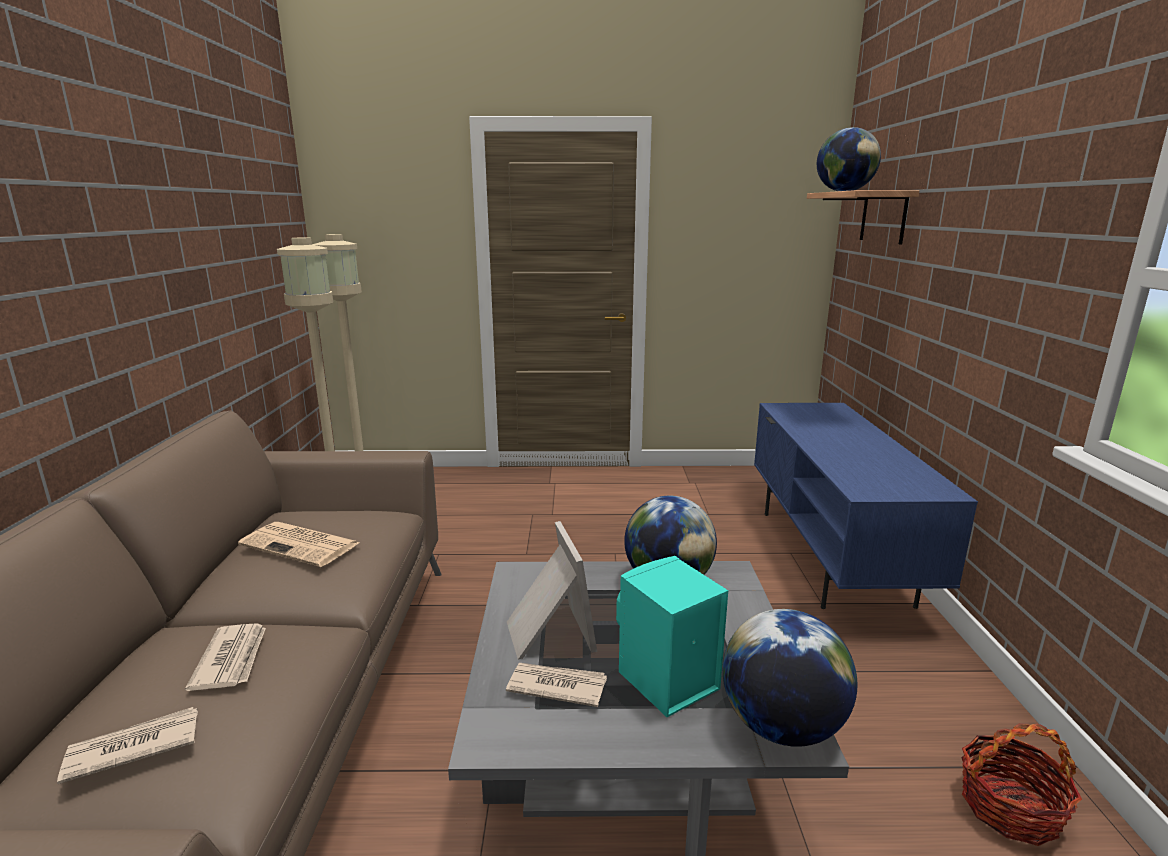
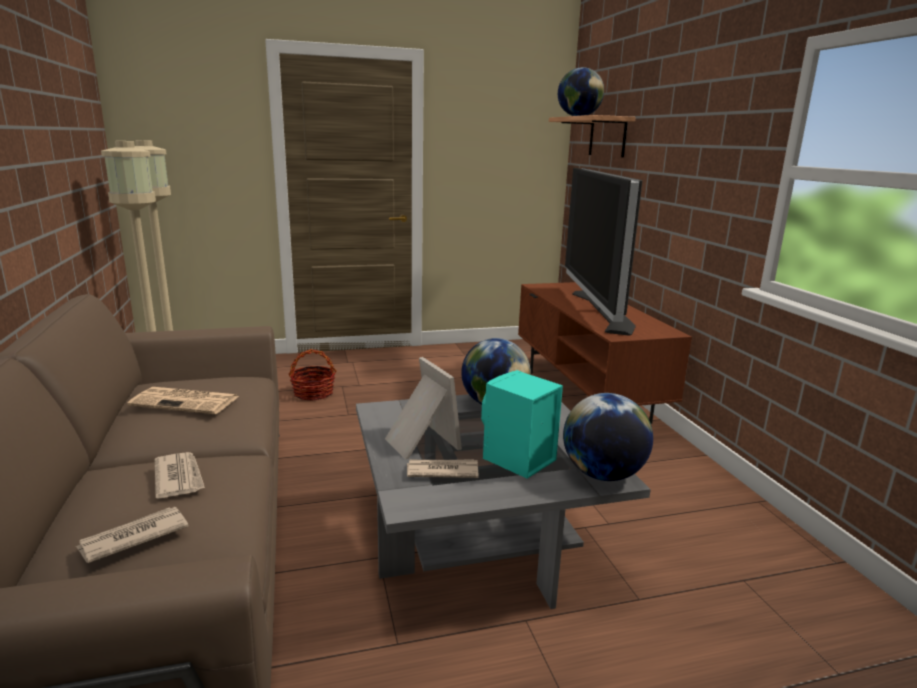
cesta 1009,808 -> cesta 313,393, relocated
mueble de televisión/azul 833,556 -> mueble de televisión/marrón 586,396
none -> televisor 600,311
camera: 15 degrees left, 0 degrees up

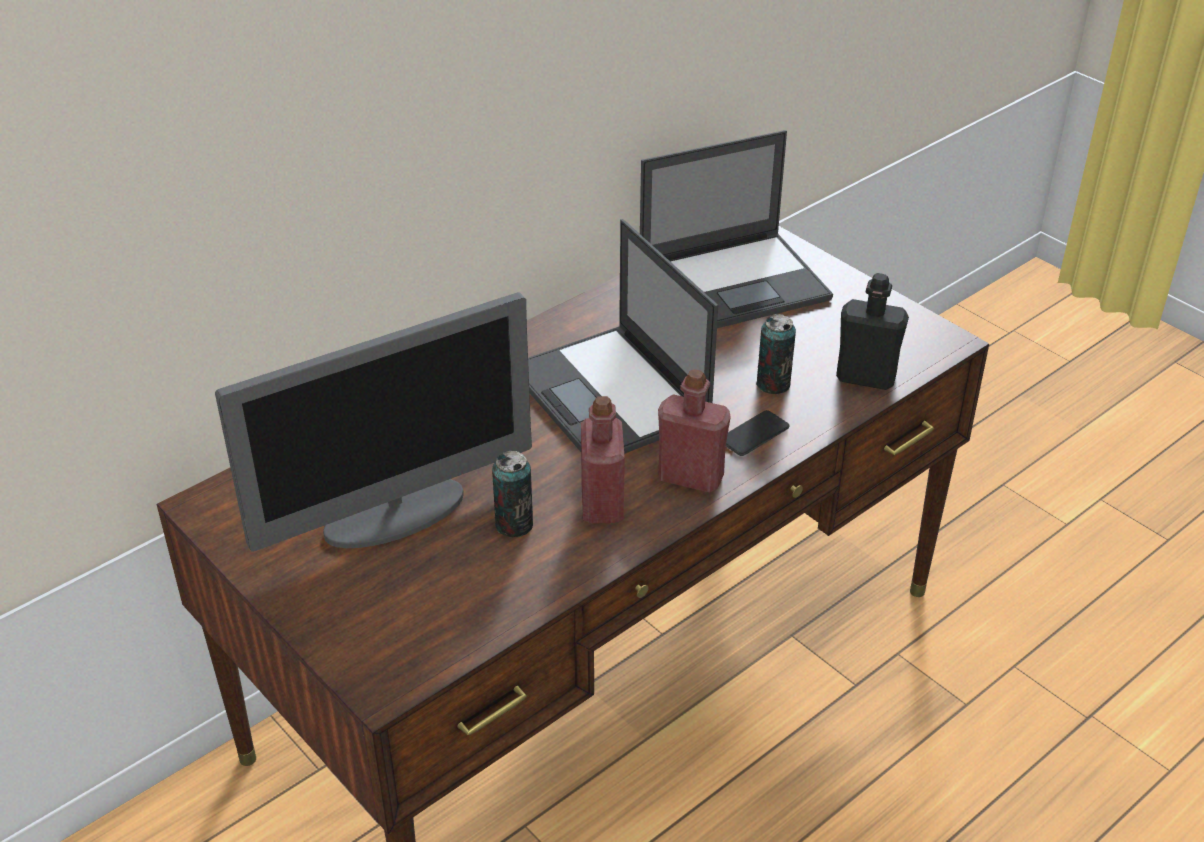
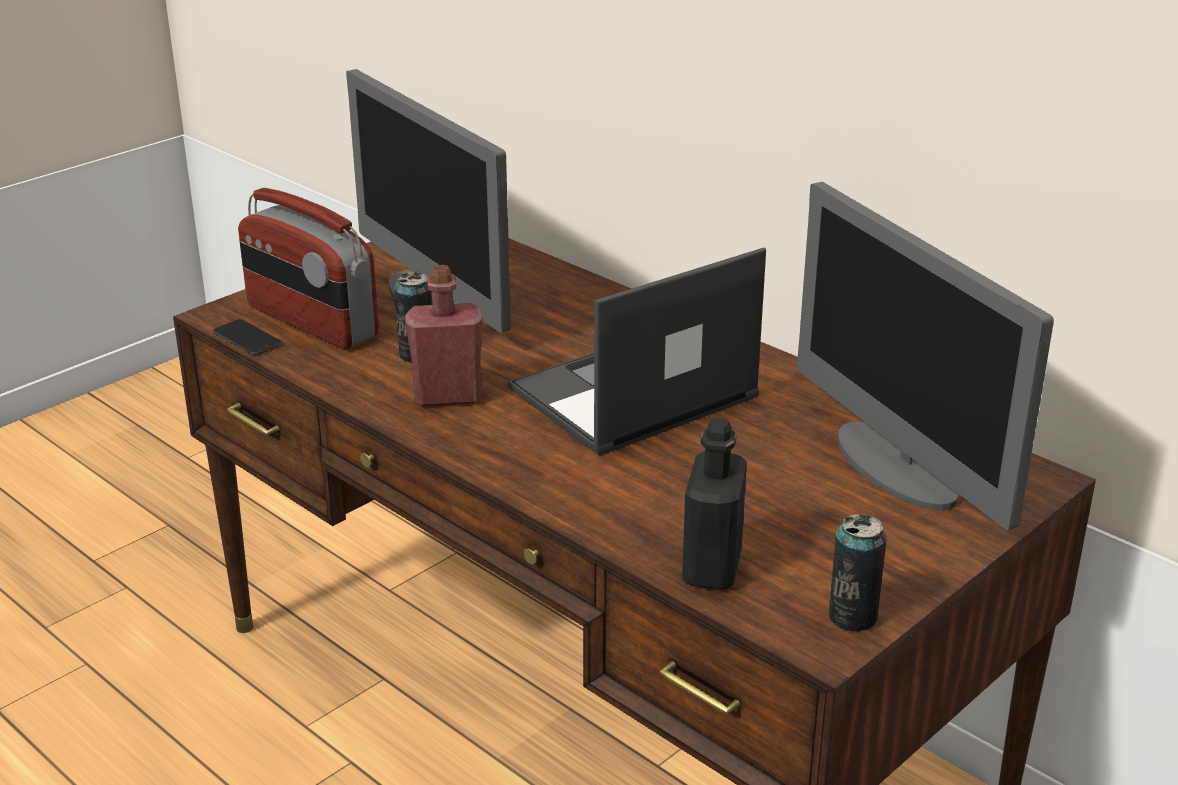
móvil 754,434 -> móvil 247,339, relocated
none -> radio 311,322
portátil 735,282 -> monitor 897,468
lata 773,384 -> lata 852,616, relocated
botella/rojo 690,477 -> none
camera: 85 degrees right, 10 degrees down

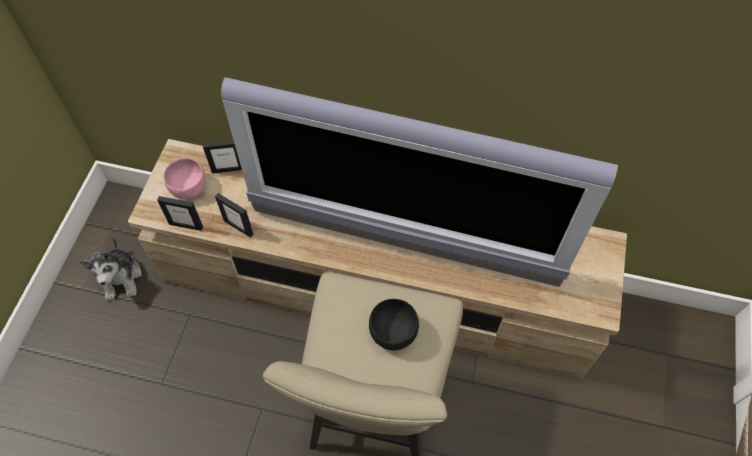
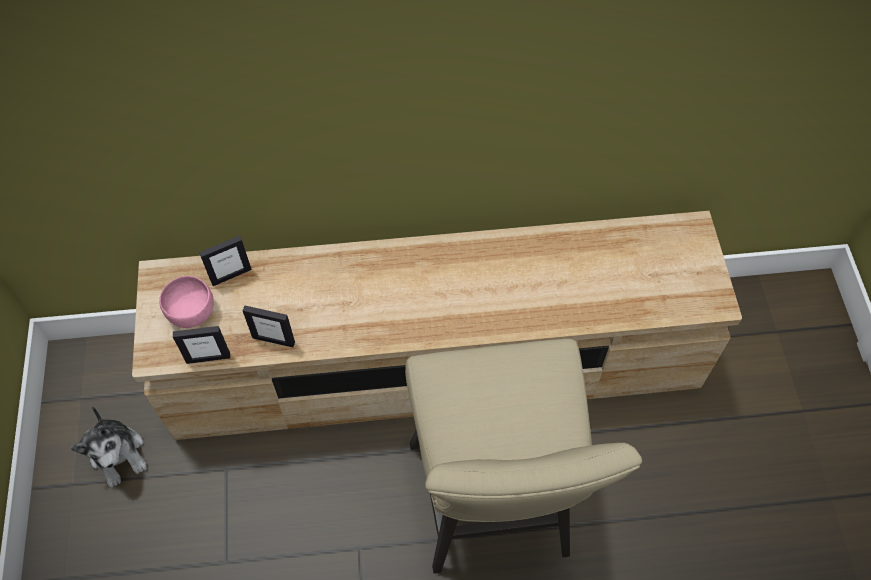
televisor 402,249 -> none
cuenco/negro 393,333 -> none
camera: 20 degrees left, 0 degrees up

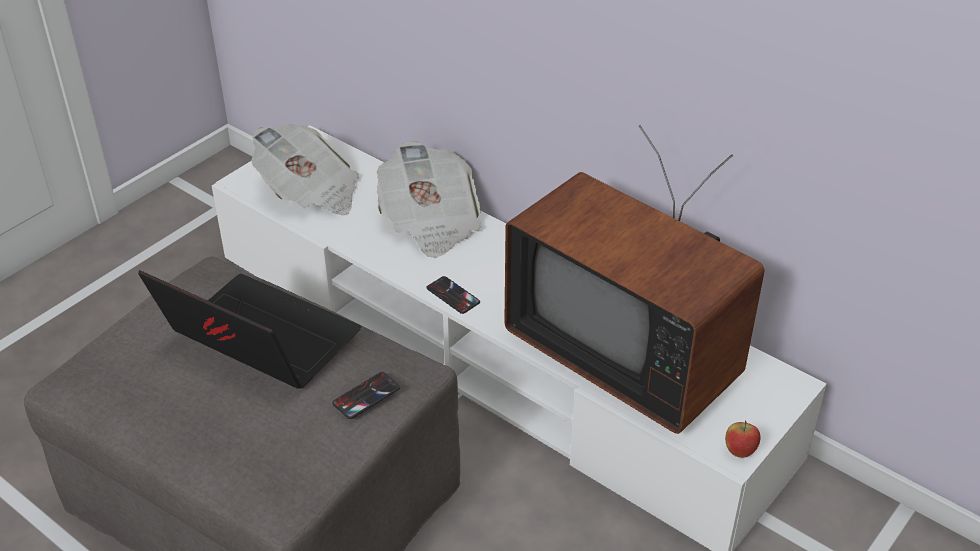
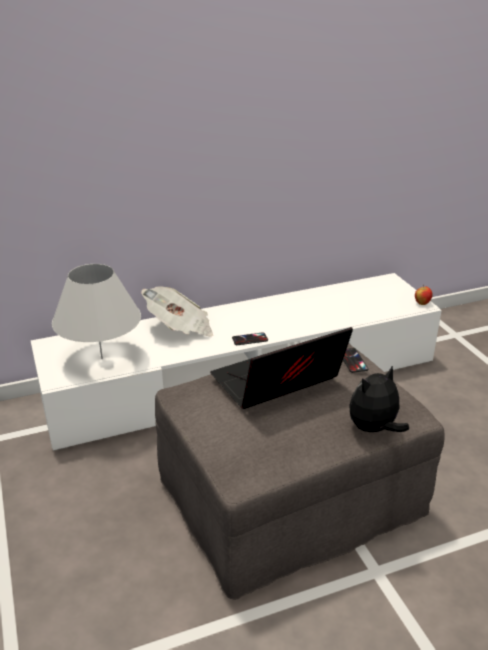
periódico 310,193 -> lámpara de mesa/blanco 102,358
none -> peluche 374,429
televisor 629,350 -> none
camera: 60 degrees left, 10 degrees down

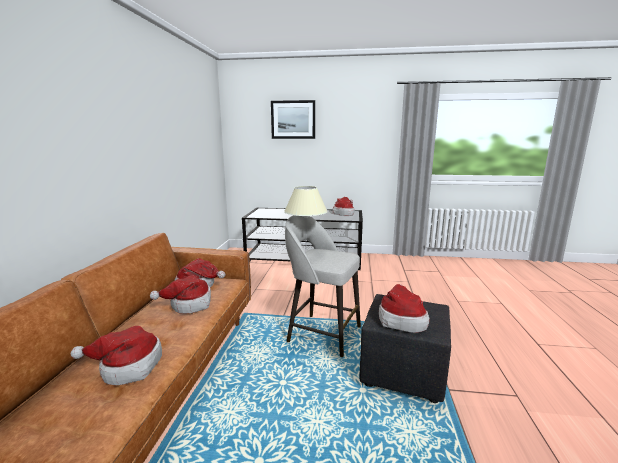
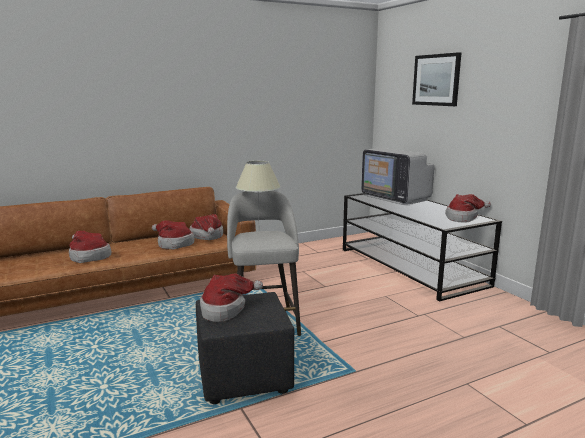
none -> televisor 395,198
camera: 55 degrees right, 0 degrees up

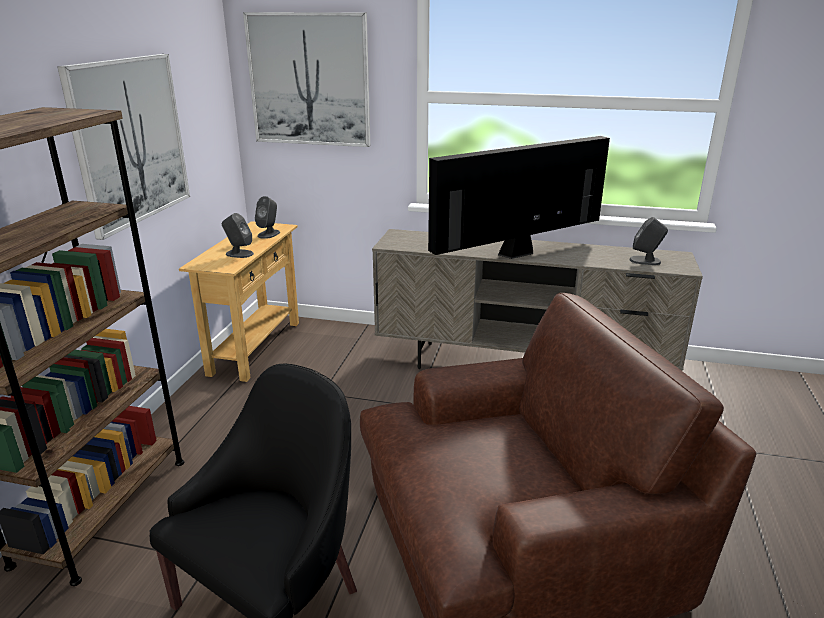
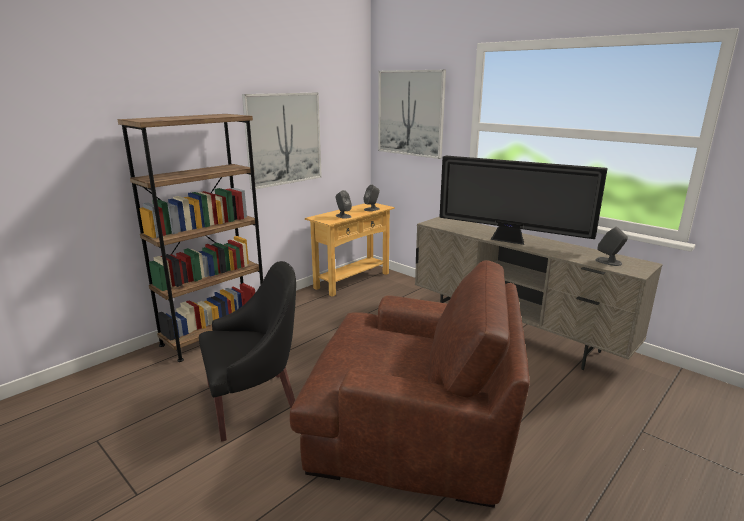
televisor 516,253 -> televisor 510,241, 150 degrees counterclockwise
camera: 30 degrees right, 5 degrees down

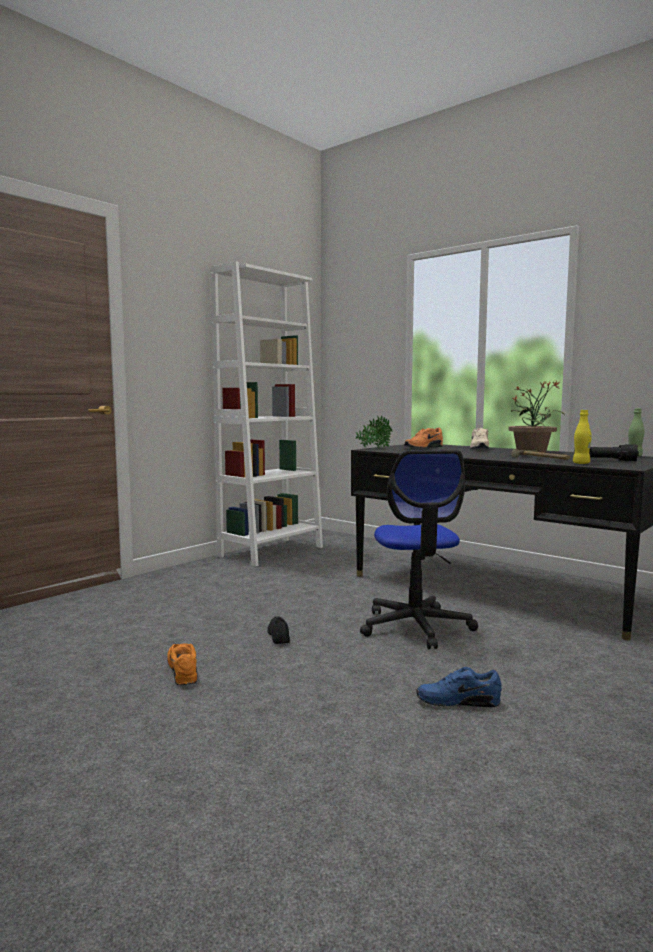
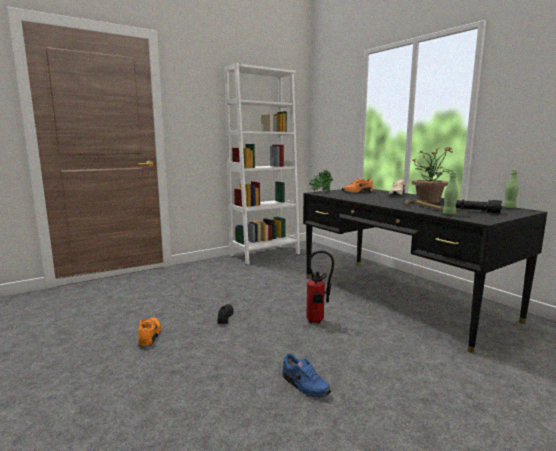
zapato/azul 458,701 -> zapato/azul 304,386, 150 degrees counterclockwise
silla de oficina 416,627 -> extintor 318,321
botella/amarillo 581,463 -> botella/verde 449,214
camera: 15 degrees right, 5 degrees up

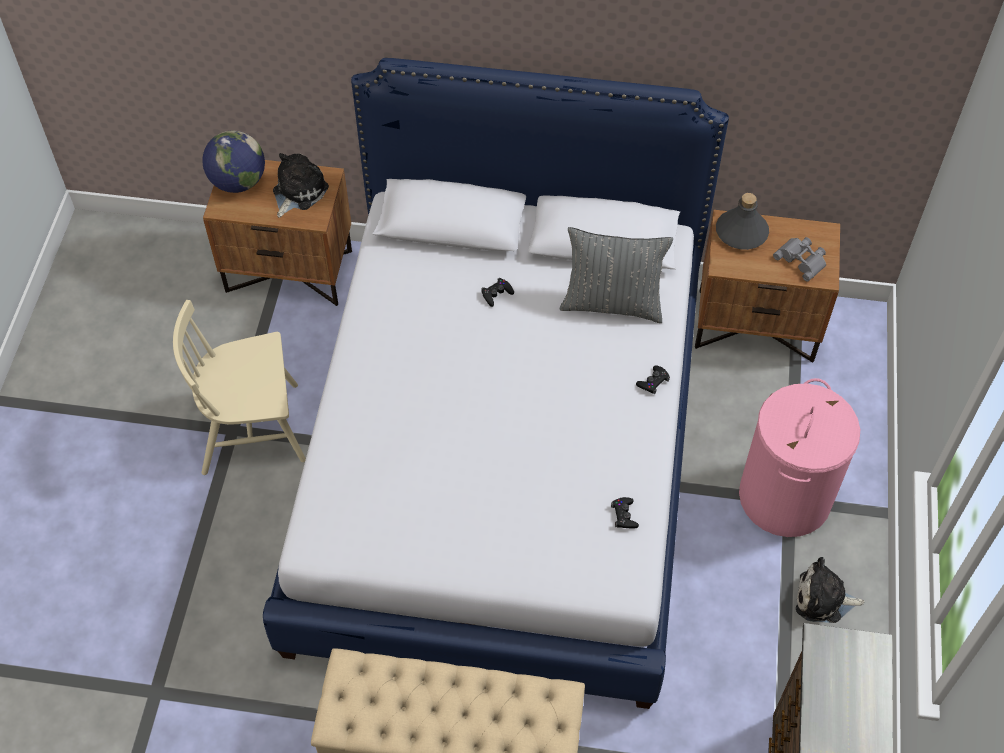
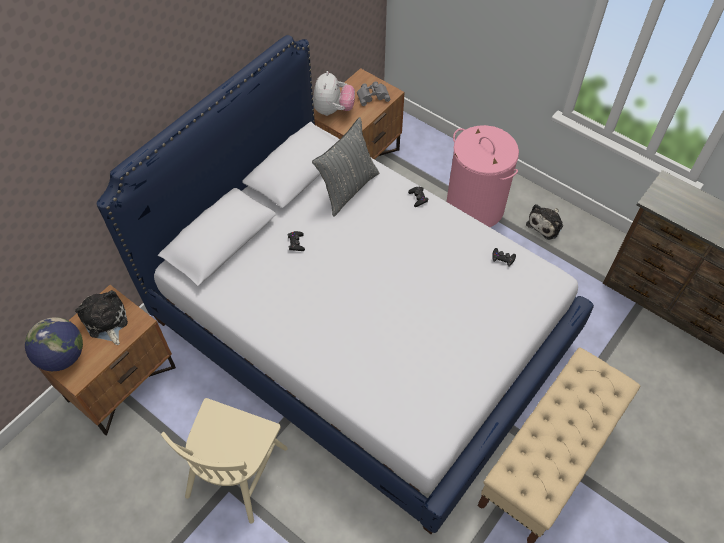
botella/gris 741,232 -> peluche 333,110
camera: 60 degrees left, 0 degrees up

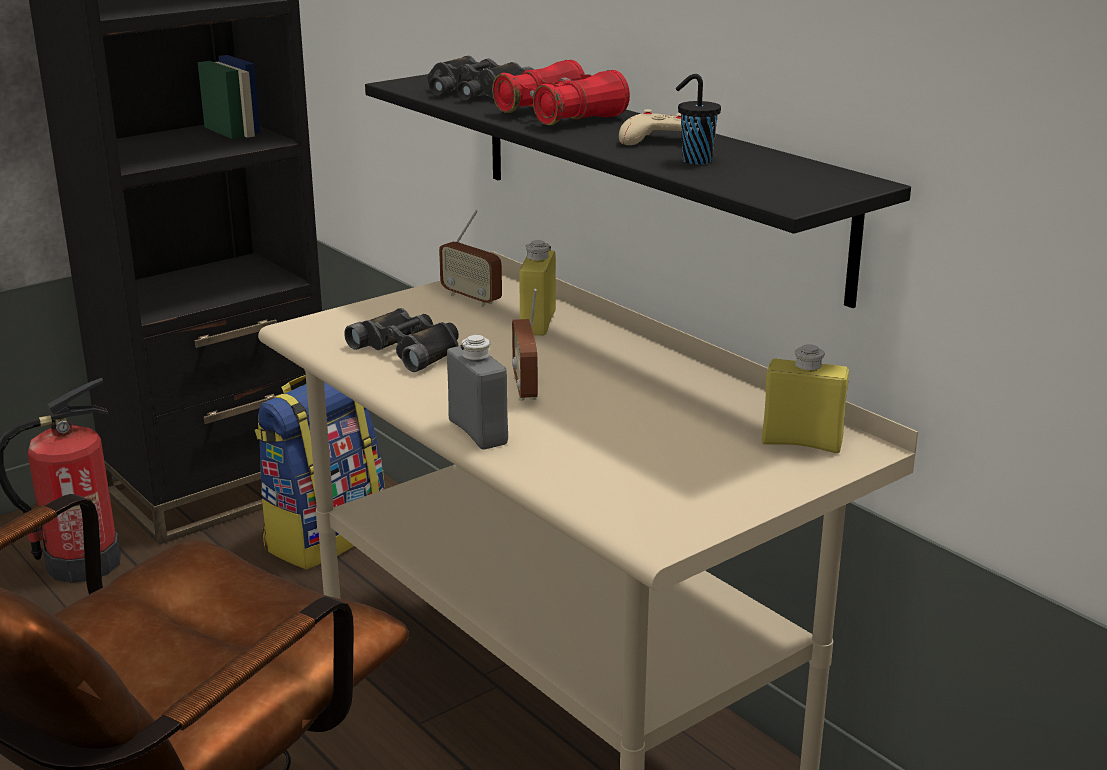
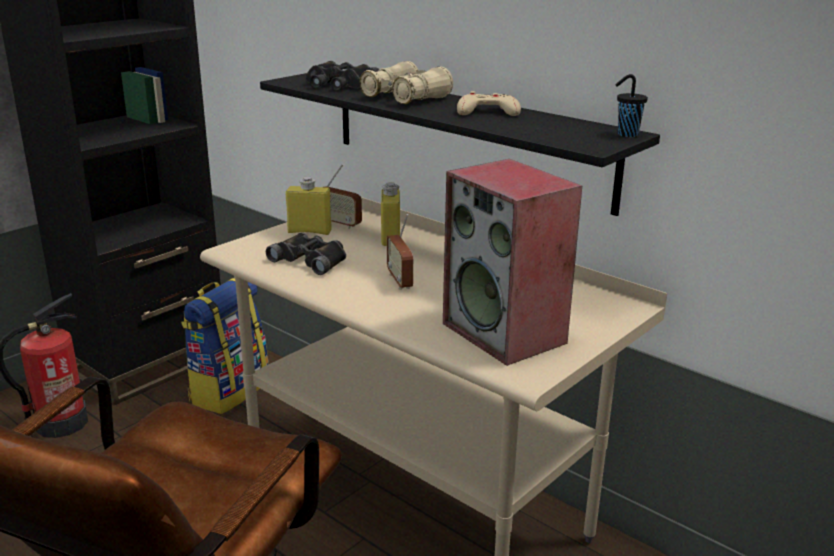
botella/amarillo 801,443 -> botella/amarillo 309,231, relocated
prismáticos/rojo 560,115 -> prismáticos/beis 406,98
none -> altavoz 506,333
taza/negro 695,161 -> taza/negro 626,134, relocated
botella/gris 478,432 -> none
camera: 10 degrees left, 0 degrees up

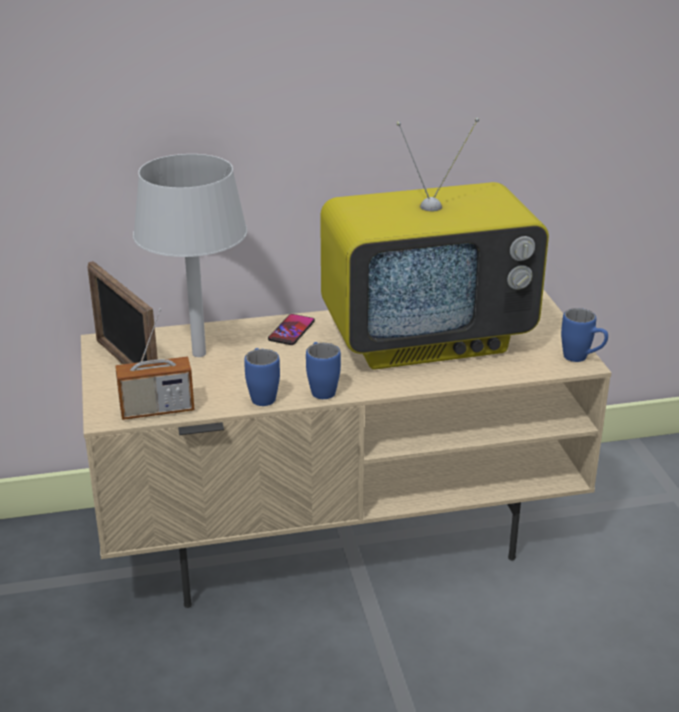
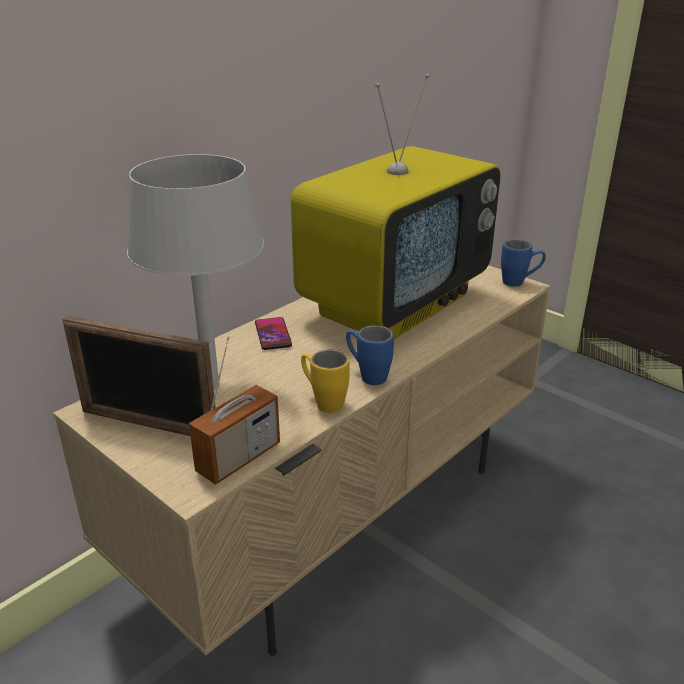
taza grande/azul 262,395 -> taza grande/amarillo 323,401
camera: 35 degrees left, 0 degrees up

